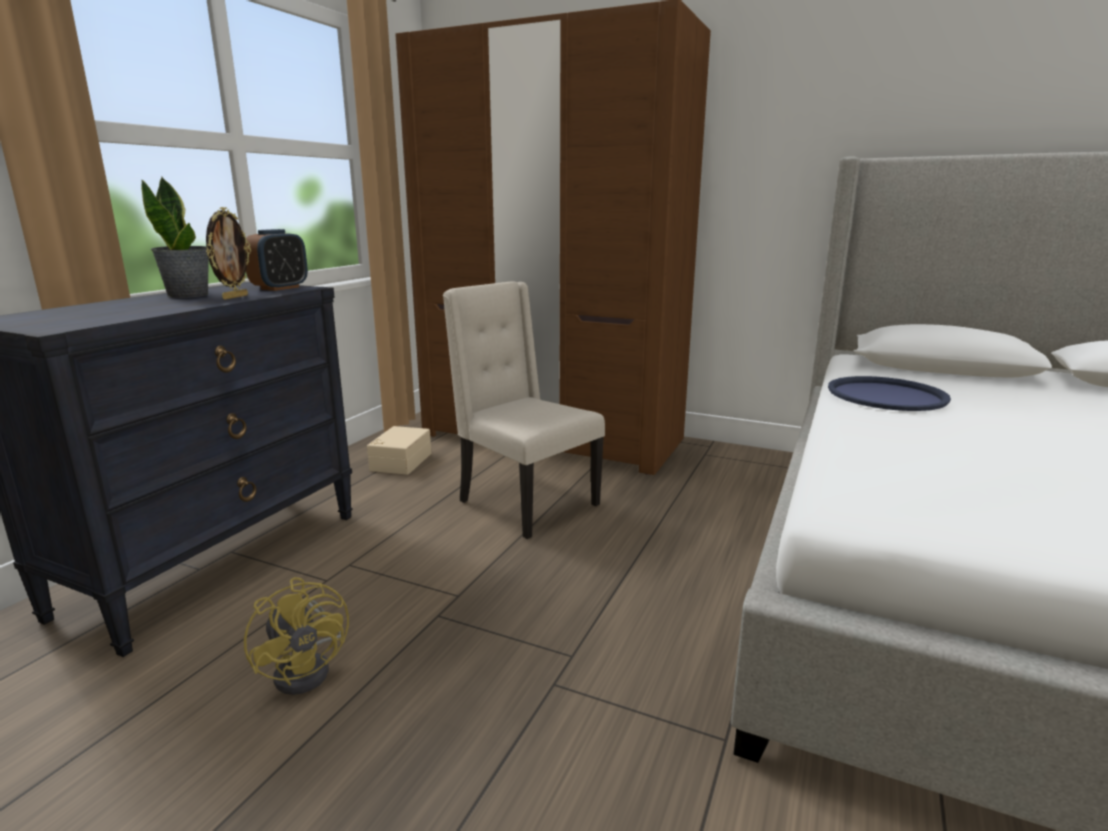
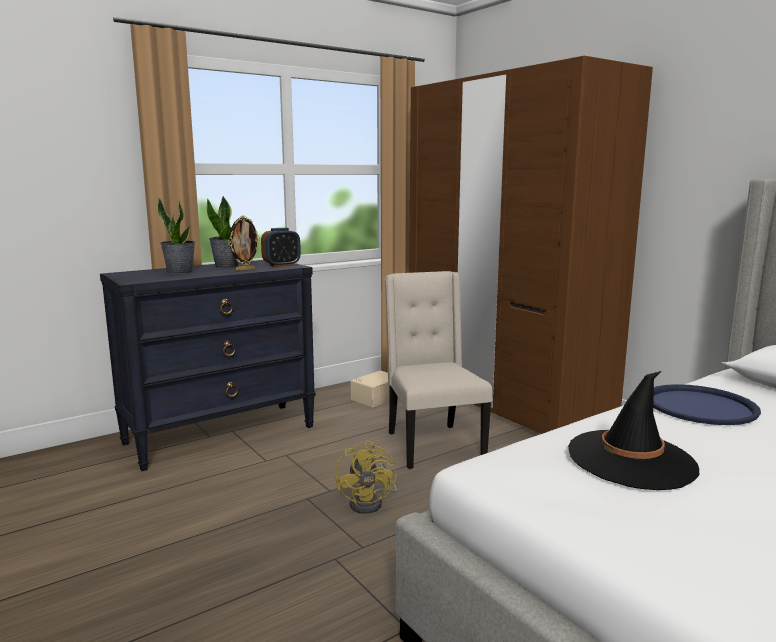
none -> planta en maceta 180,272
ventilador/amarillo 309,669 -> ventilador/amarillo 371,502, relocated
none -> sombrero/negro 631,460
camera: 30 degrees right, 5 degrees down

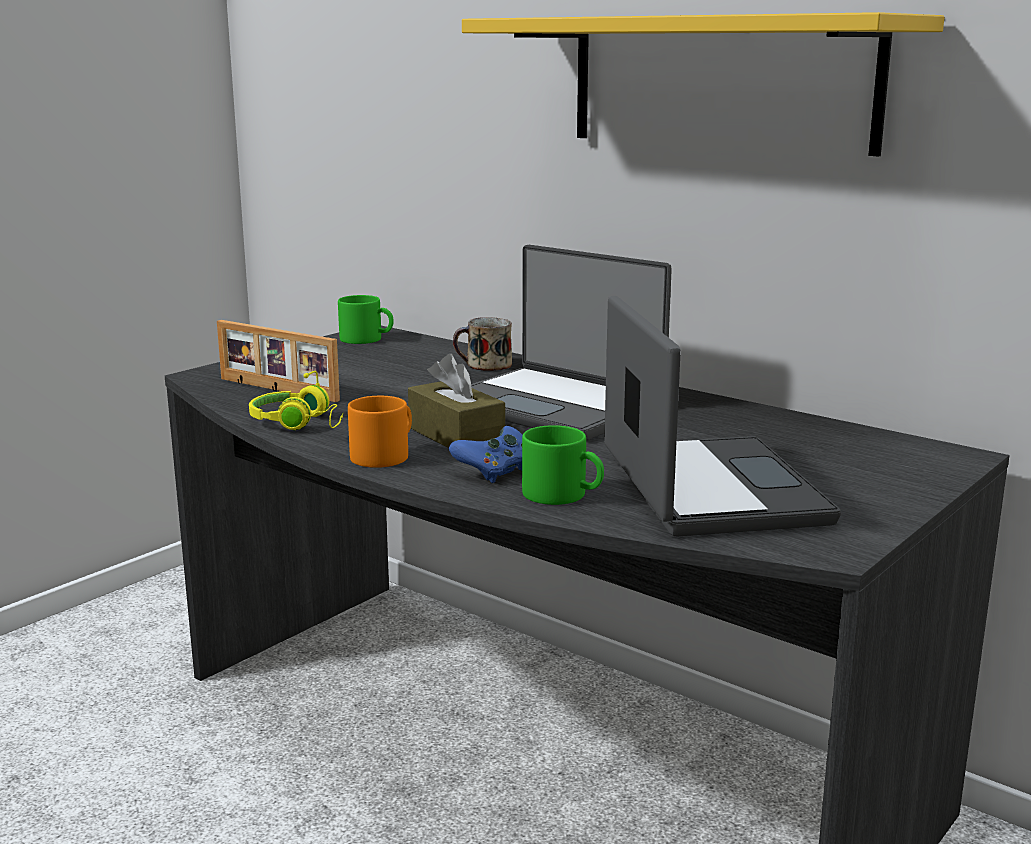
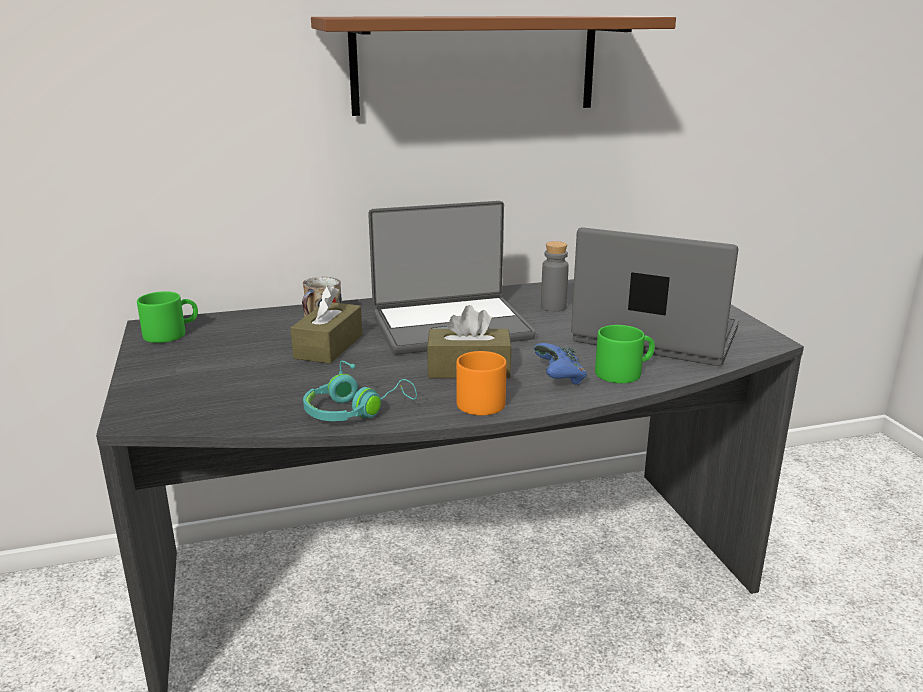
none -> caja de pañuelos/marrón 329,346
auriculares/amarillo 300,423 -> auriculares/turquesa 355,411
estante/amarillo 720,83 -> estante/marrón 475,64
none -> botella/gris 553,307
portarretratos 277,390 -> none
camera: 55 degrees left, 5 degrees up

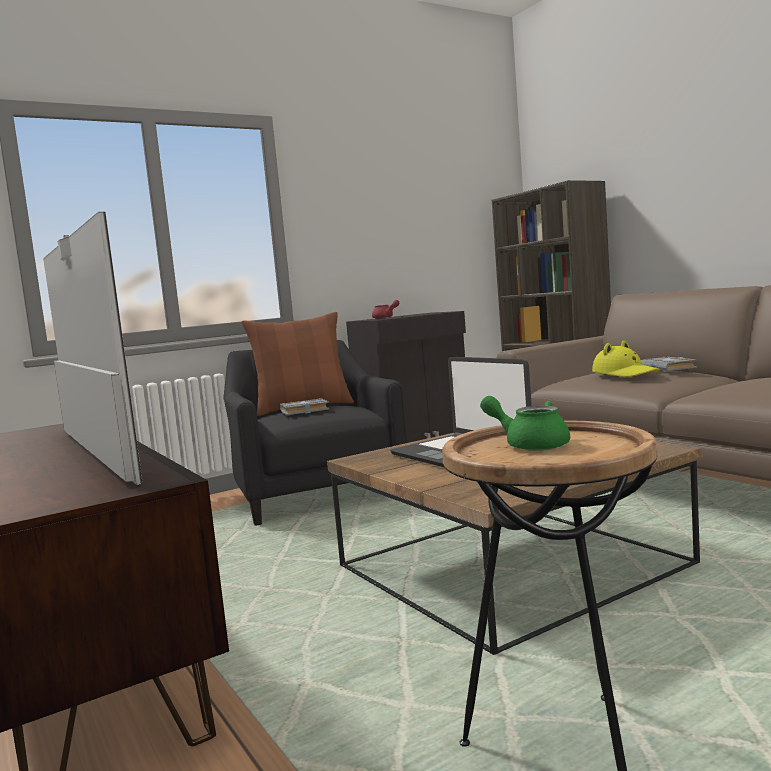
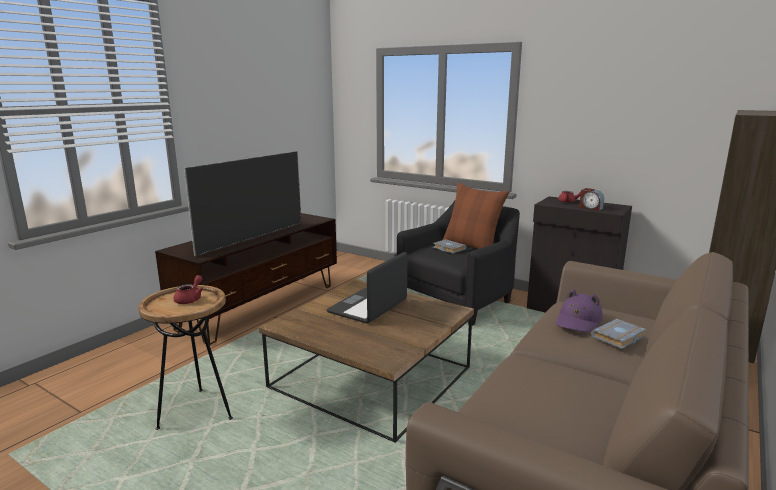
tetera/verde 530,445 -> tetera/rojo 190,299
sombrero/amarillo 625,373 -> sombrero/morado 578,321
none -> despertador 590,208
camera: 65 degrees right, 10 degrees up

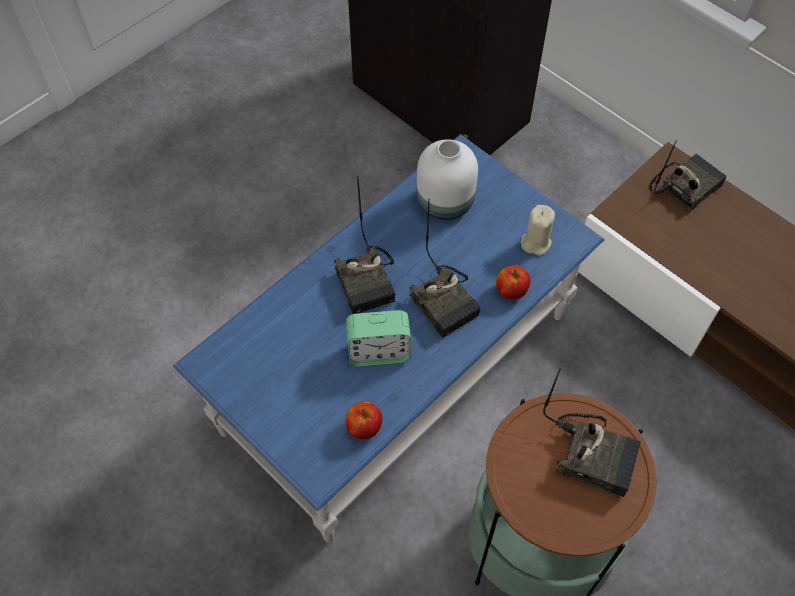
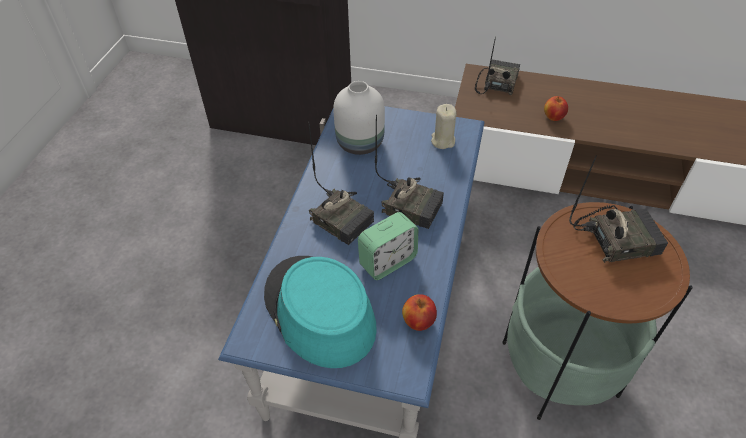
none -> sombrero/turquesa 318,311
manzana 511,291 -> manzana 553,117, relocated
camera: 30 degrees left, 10 degrees down

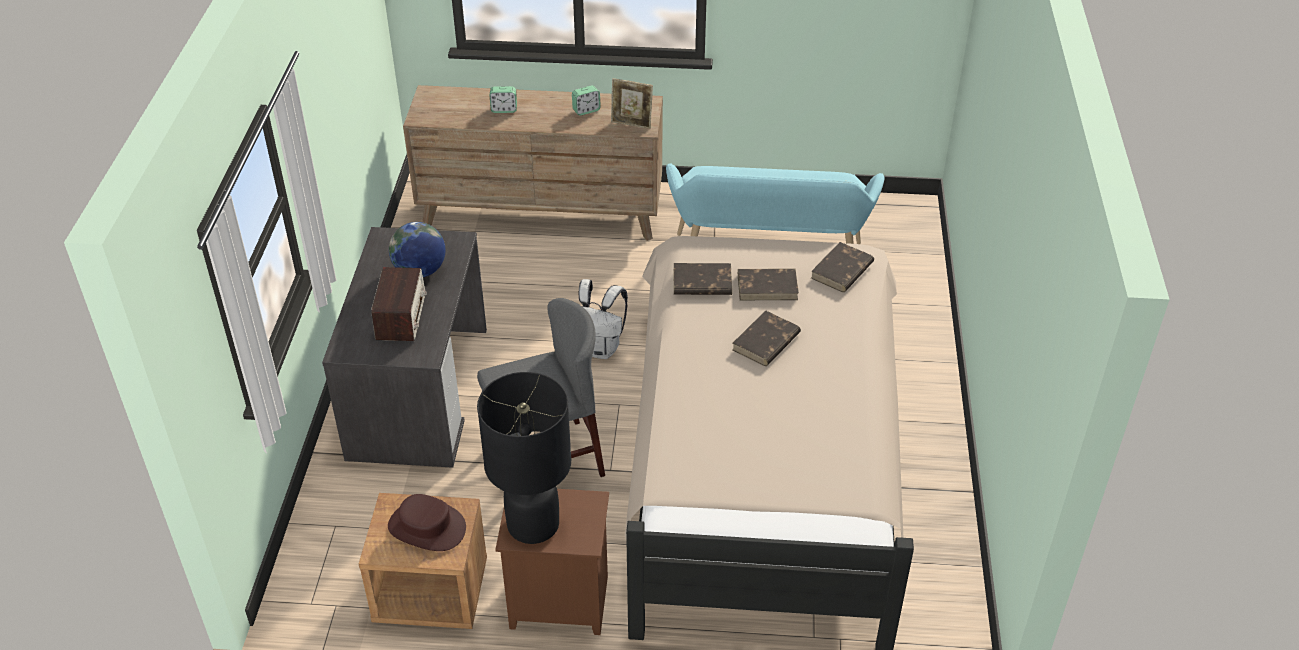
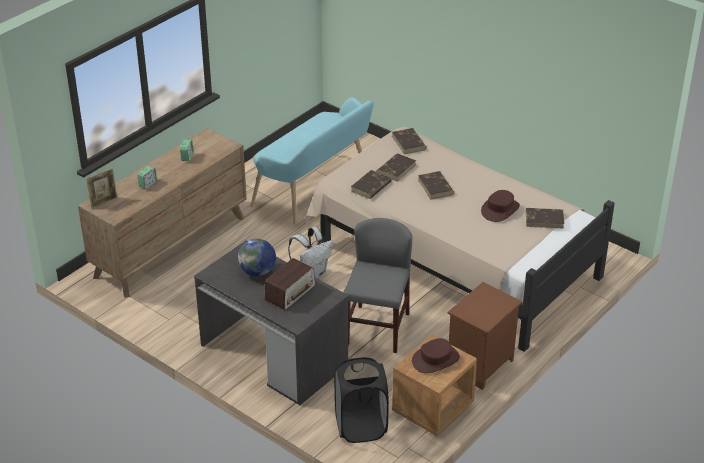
portarretratos 631,124 -> portarretratos 104,202, relocated
radio 401,316 -> radio 290,292, 90 degrees clockwise
none -> cesto de la ropa/negro 360,427
none -> sombrero/marrón 500,209
none -> libro/marrón 544,219
lámpara de mesa/negro 532,524 -> none
camera: 55 degrees left, 5 degrees down

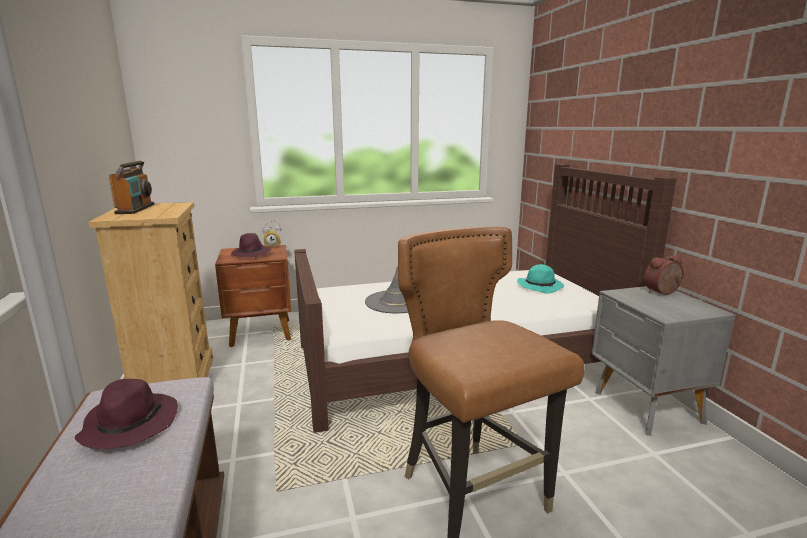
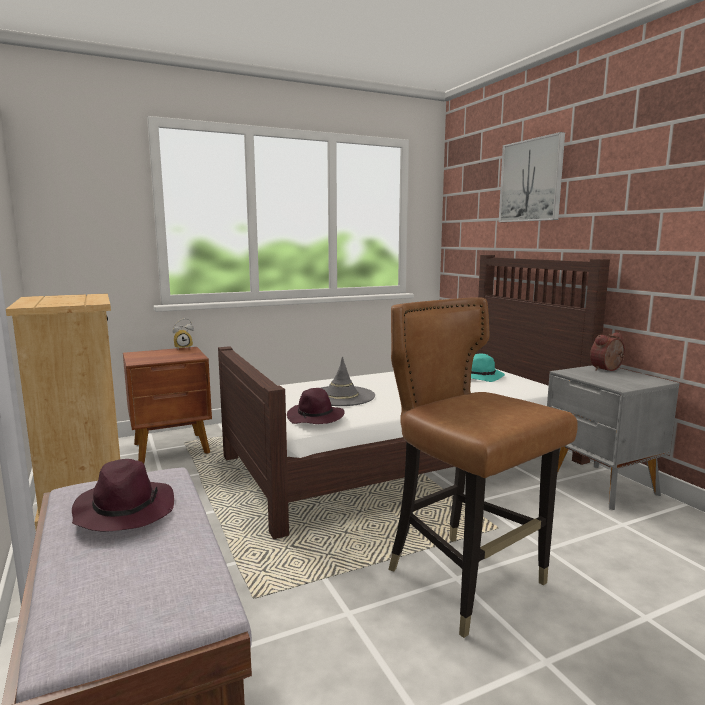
sombrero/morado 251,254 -> sombrero/morado 316,418, relocated
none -> cuadro 531,180
radio 135,209 -> none
camera: 10 degrees left, 5 degrees down

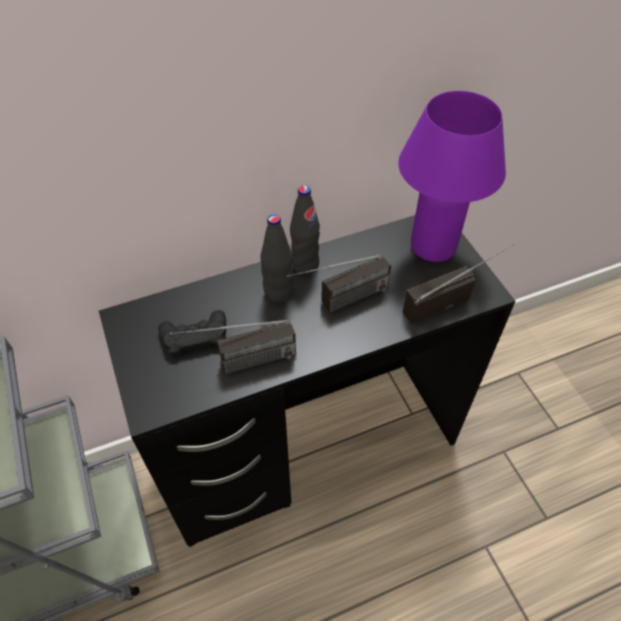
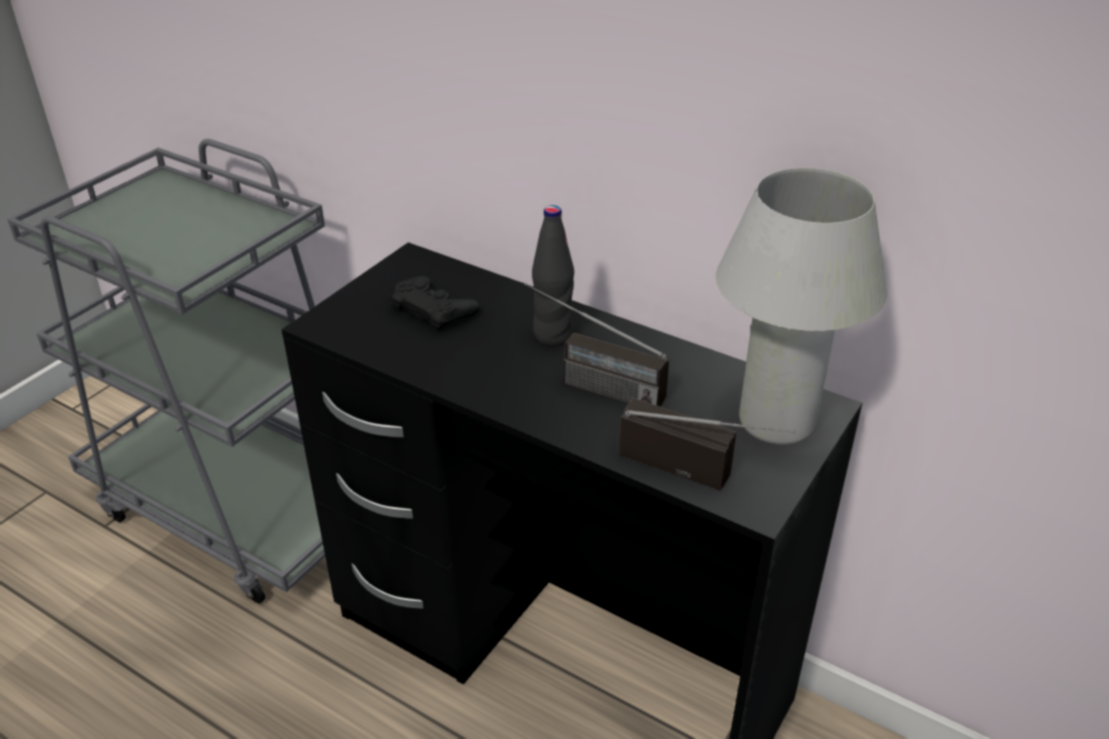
lámpara de mesa/morado 433,246 -> lámpara de mesa/blanco 776,422
radio 239,364 -> none
botella/negro 305,265 -> none
camera: 55 degrees right, 15 degrees down

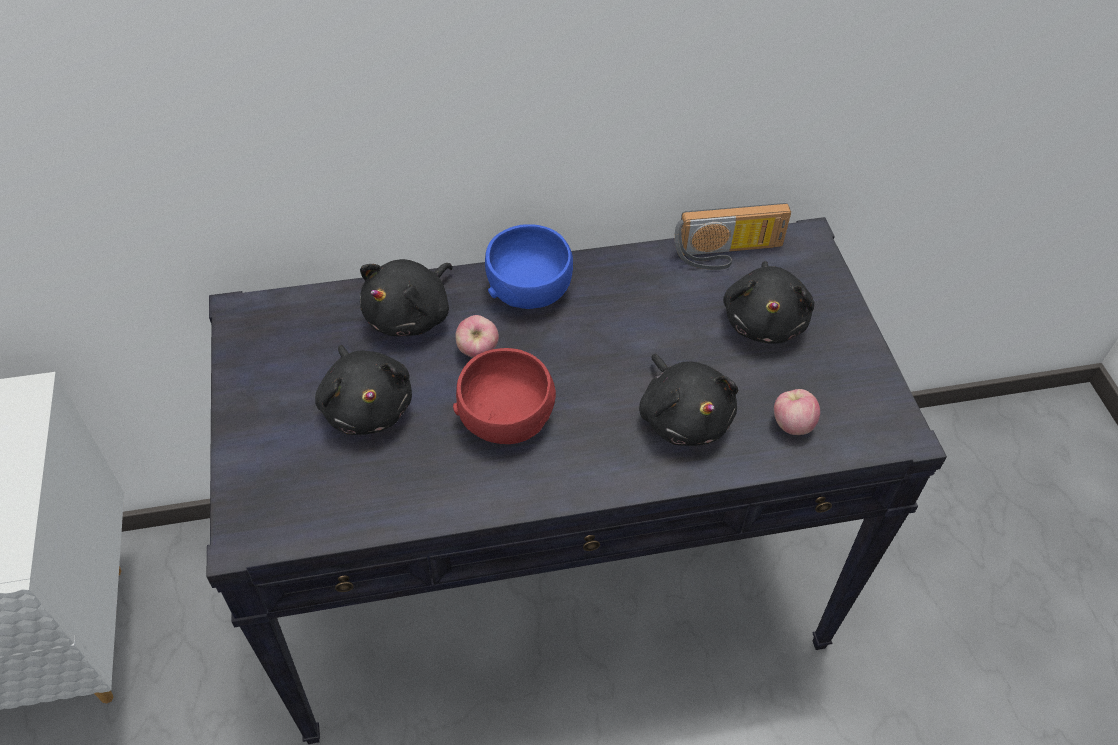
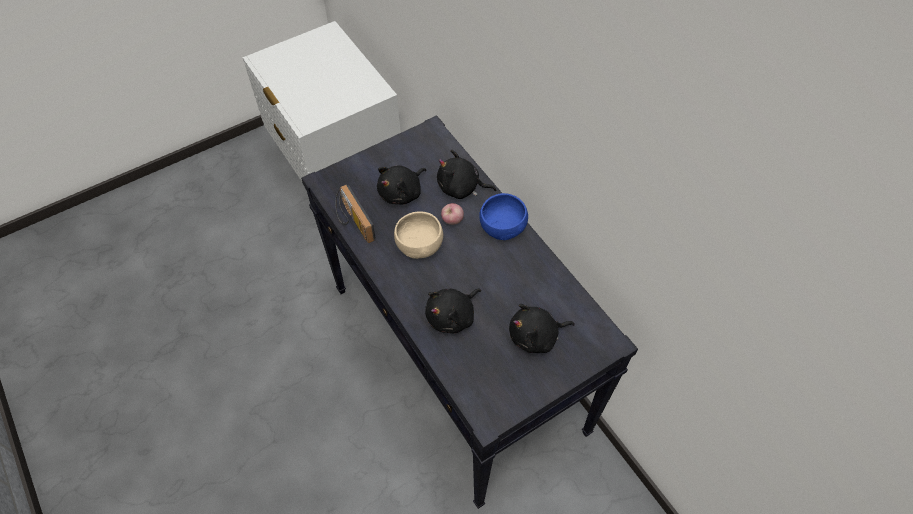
radio 728,254 -> radio 352,222, relocated
cuenco/rojo 506,416 -> cuenco/beis 419,245
manzana 791,424 -> none
camera: 70 degrees right, 5 degrees up

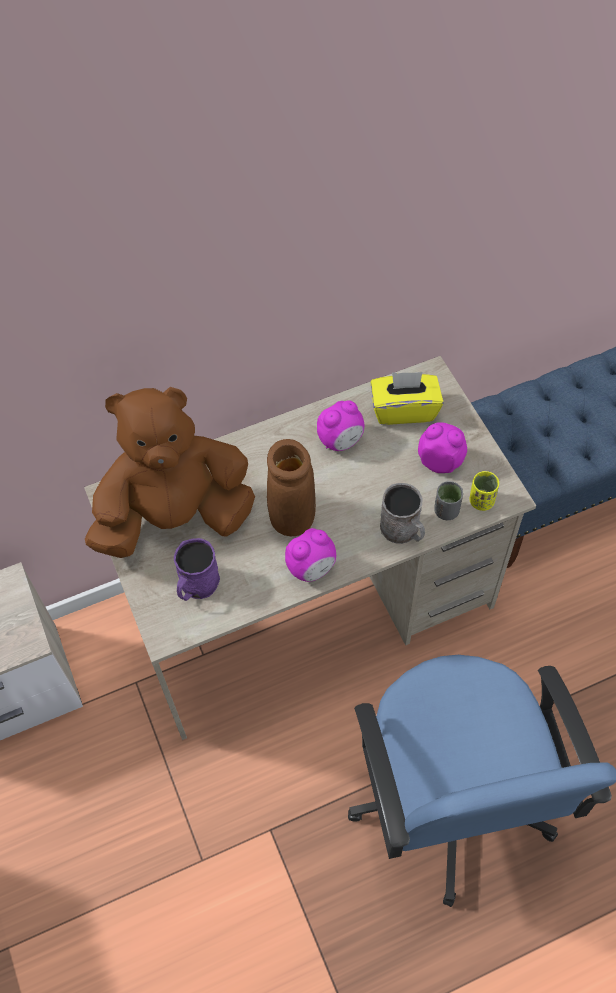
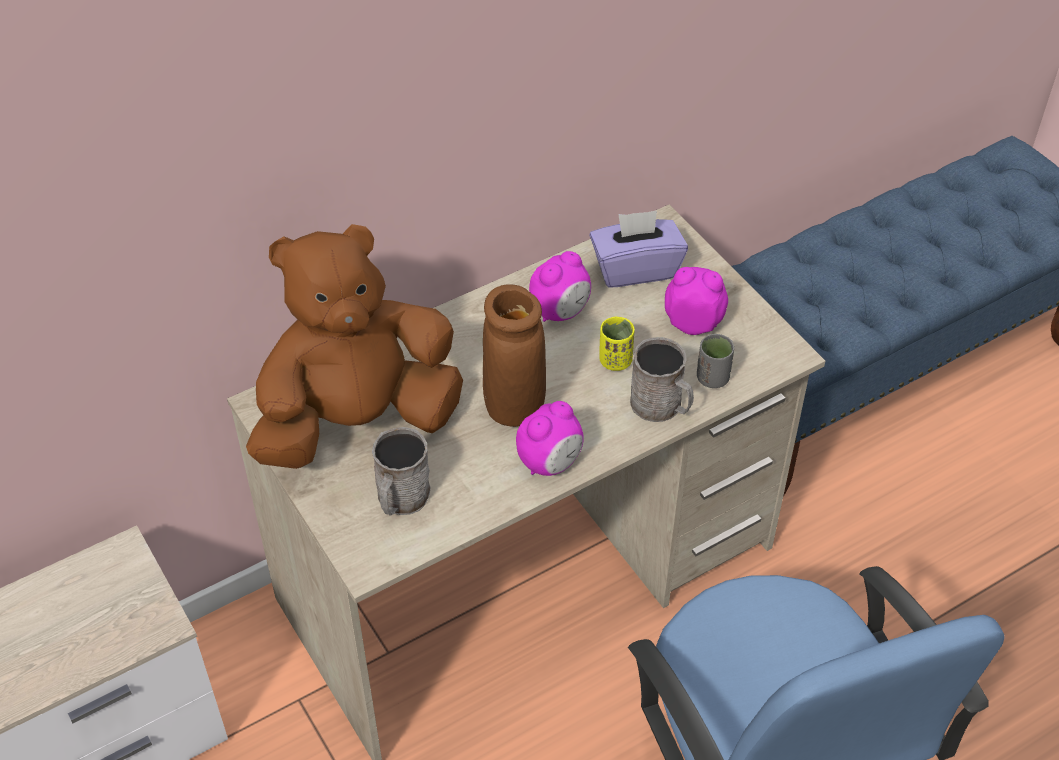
taza grande/morado 197,586 -> taza grande/gris 400,499
caja de pañuelos/amarillo 404,409 -> caja de pañuelos/morado 635,268
taza/amarillo 481,501 -> taza/amarillo 615,361, relocated
camera: 10 degrees left, 10 degrees down

